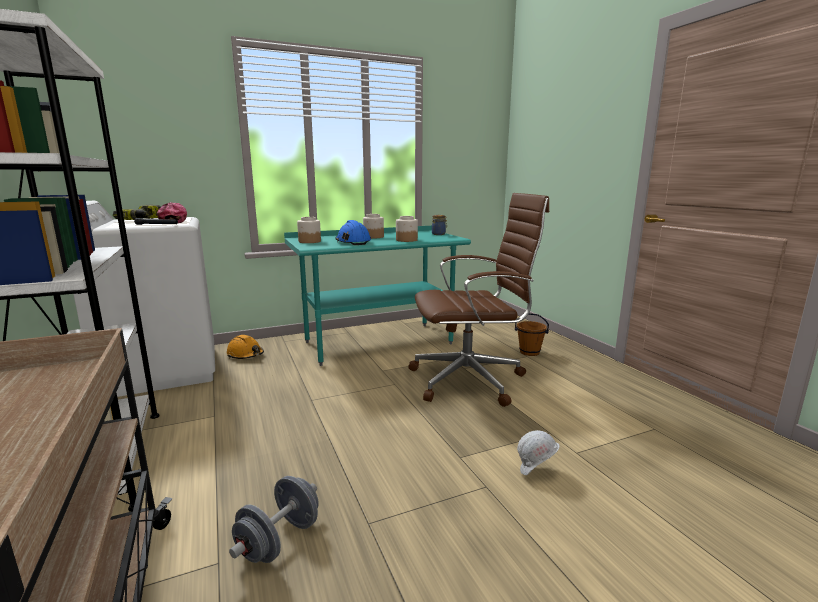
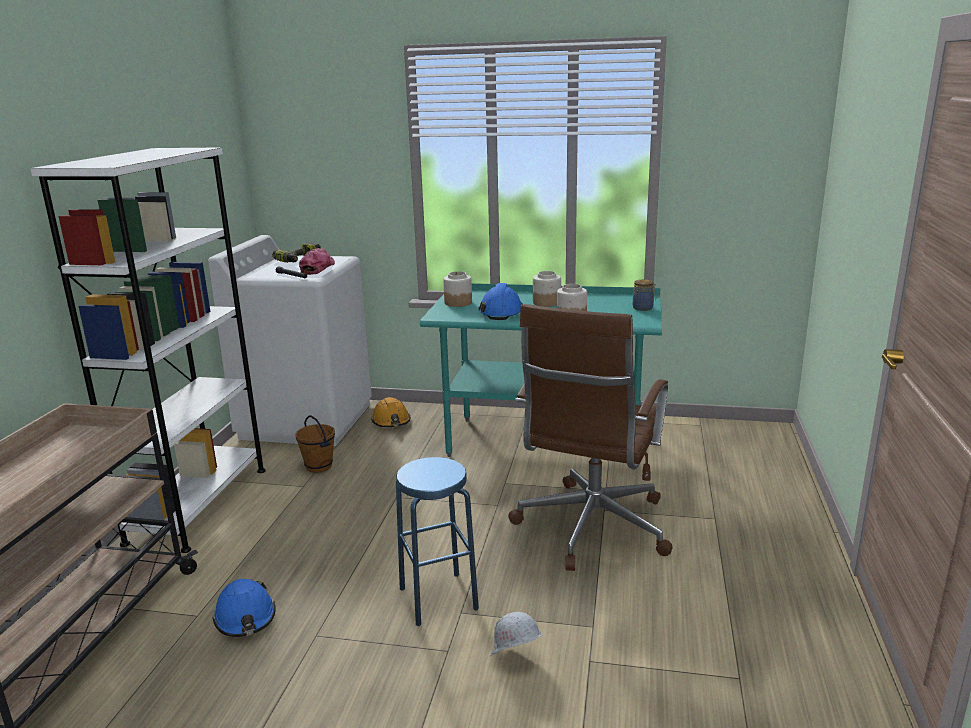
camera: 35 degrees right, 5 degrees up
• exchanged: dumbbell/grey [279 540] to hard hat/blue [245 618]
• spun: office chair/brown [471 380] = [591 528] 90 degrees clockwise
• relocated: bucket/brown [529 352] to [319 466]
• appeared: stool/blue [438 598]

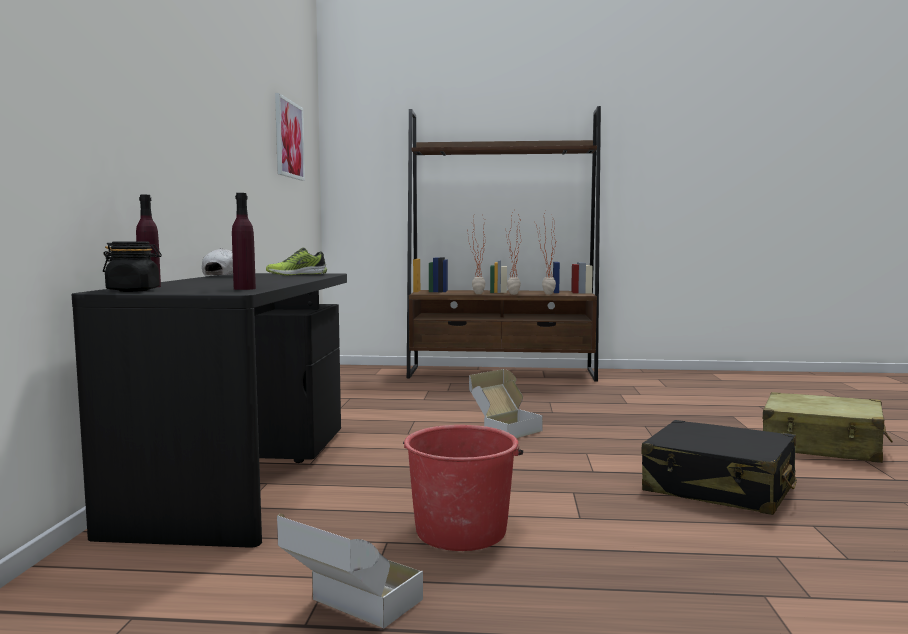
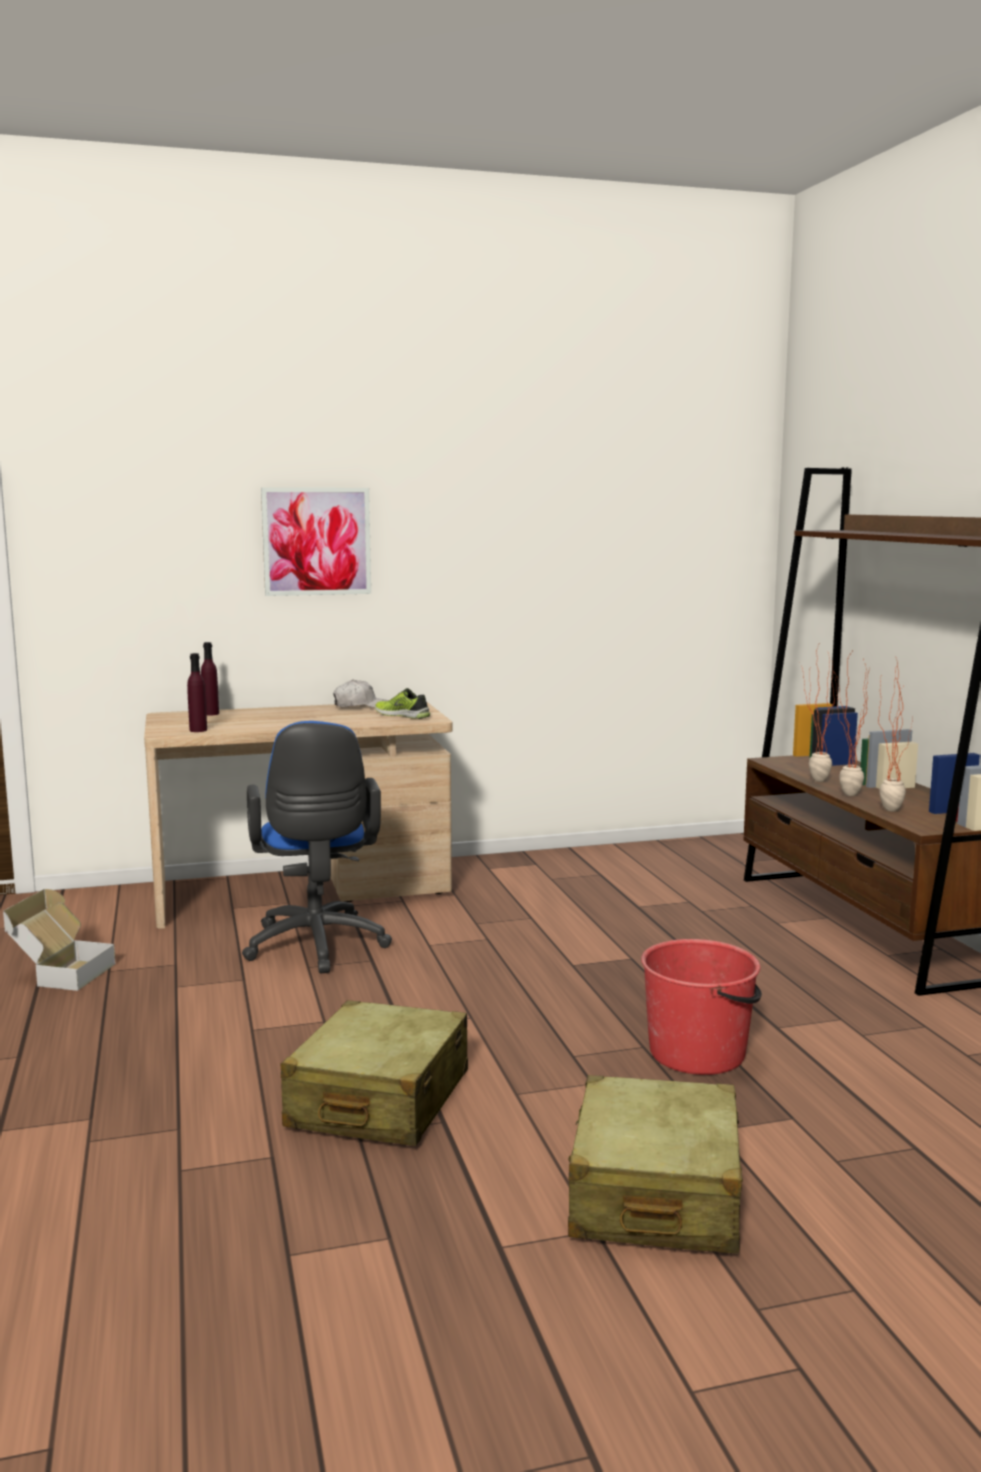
camera: 70 degrees right, 5 degrees up
• colour: desk/black [244 475] to desk/beige [302 892]
• missing: jar/black [134 290]
• relocated: picture [289 139] to [316 541]
• relocated: bucket/red [461 531] to [698 1053]
• missing: cardboard box [503 429]
• colour: suitcase/black [718 488] to suitcase/beige [379 1100]
• appeared: office chair/blue [316 948]

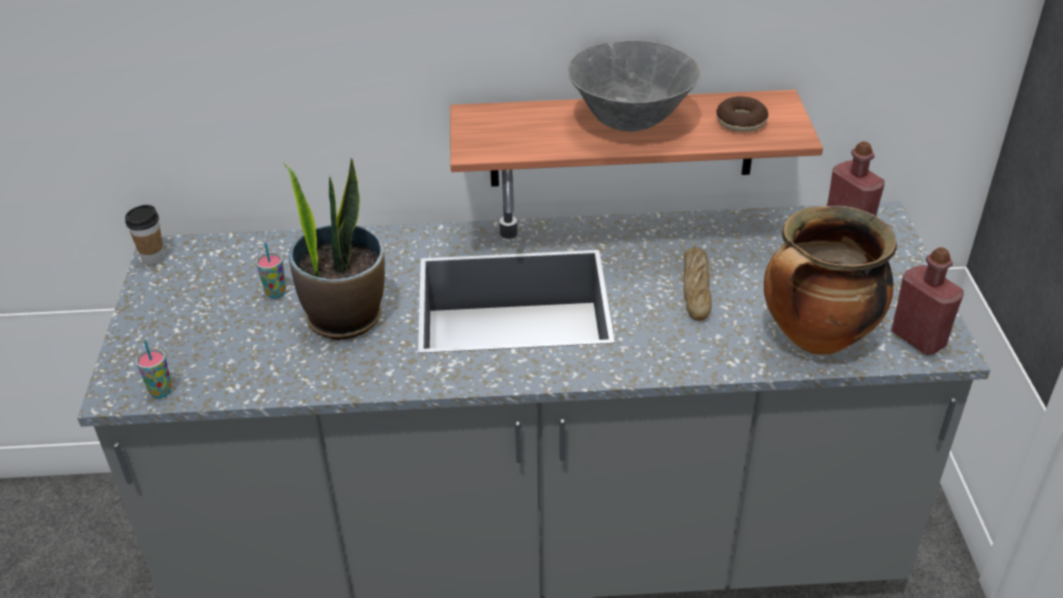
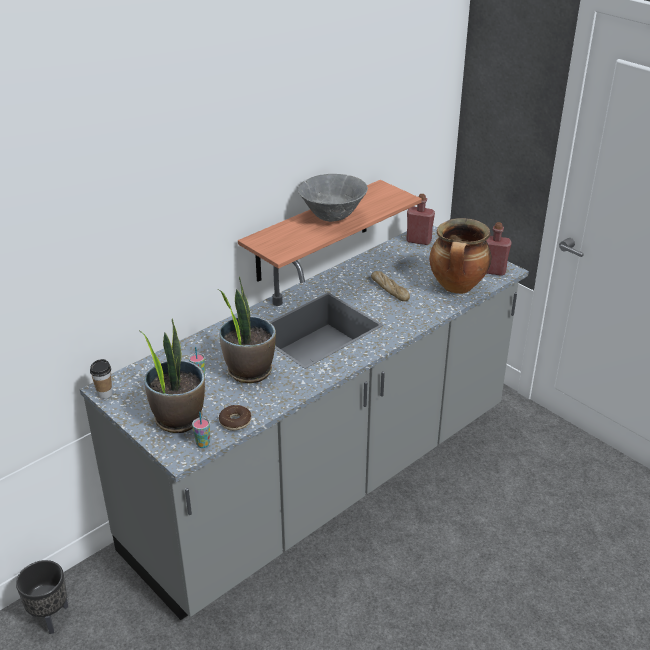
camera: 40 degrees left, 5 degrees down
• relocated: donut [741 122] to [235 422]
• appeared: planter/black [50 617]
• appeared: potted plant [178 418]

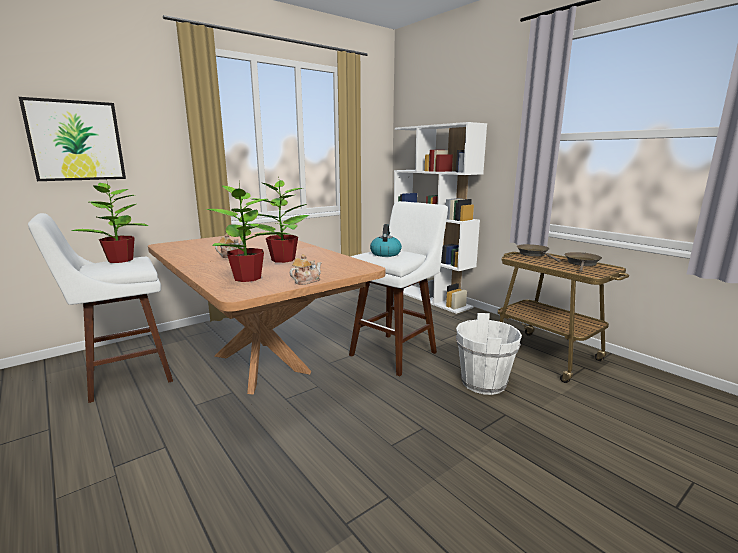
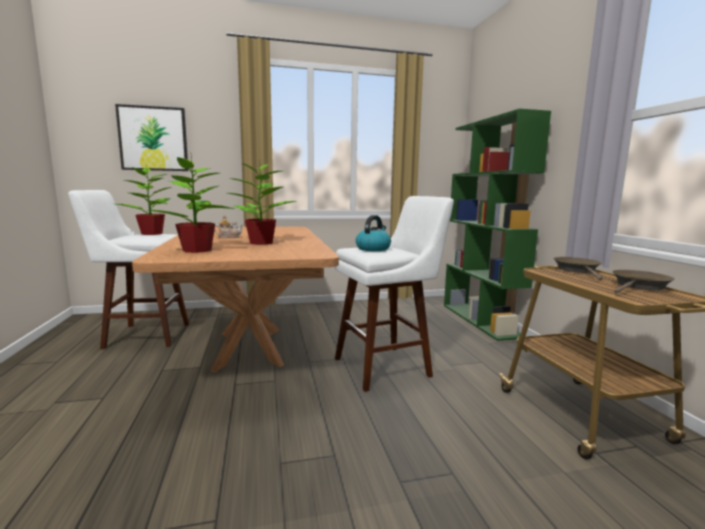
camera: 25 degrees right, 5 degrees down
• missing: teapot [306 281]
• colour: bookcase/white [430 298] to bookcase/green [481 320]
• missing: bucket/white [484 383]

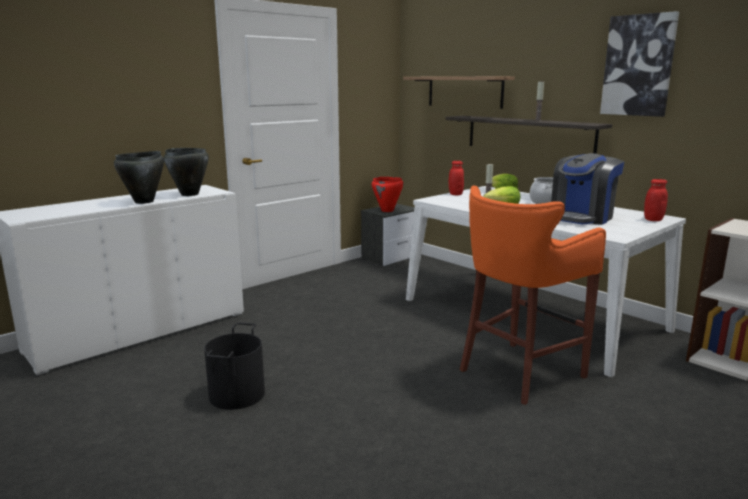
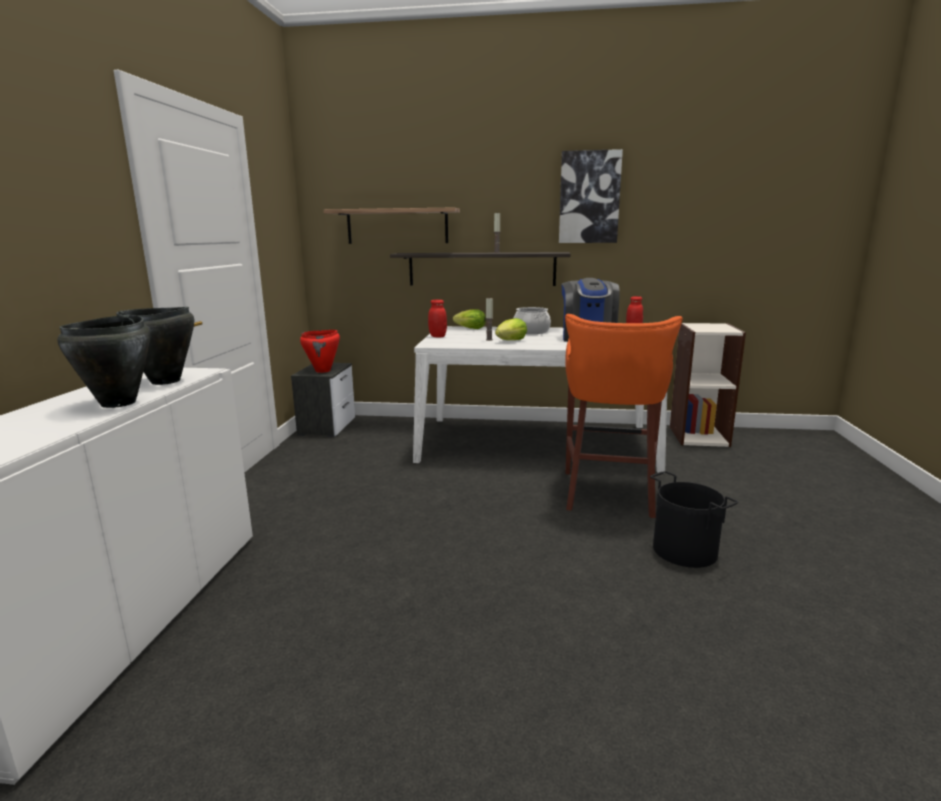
camera: 40 degrees left, 0 degrees up
• relocated: bucket/black [236 394] to [684 550]

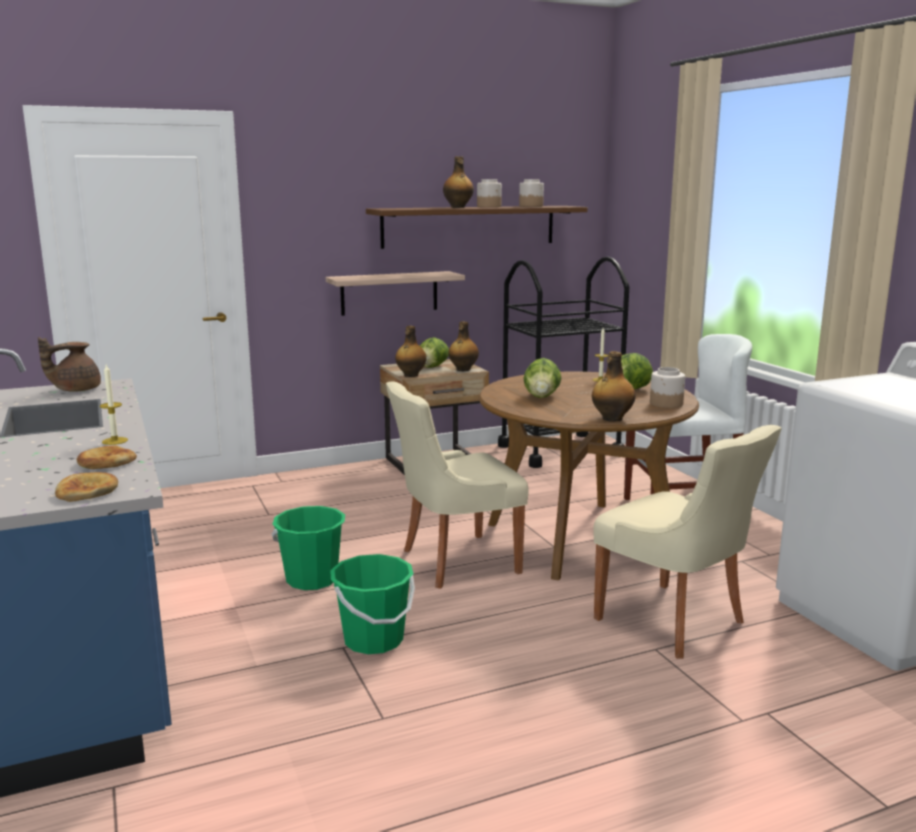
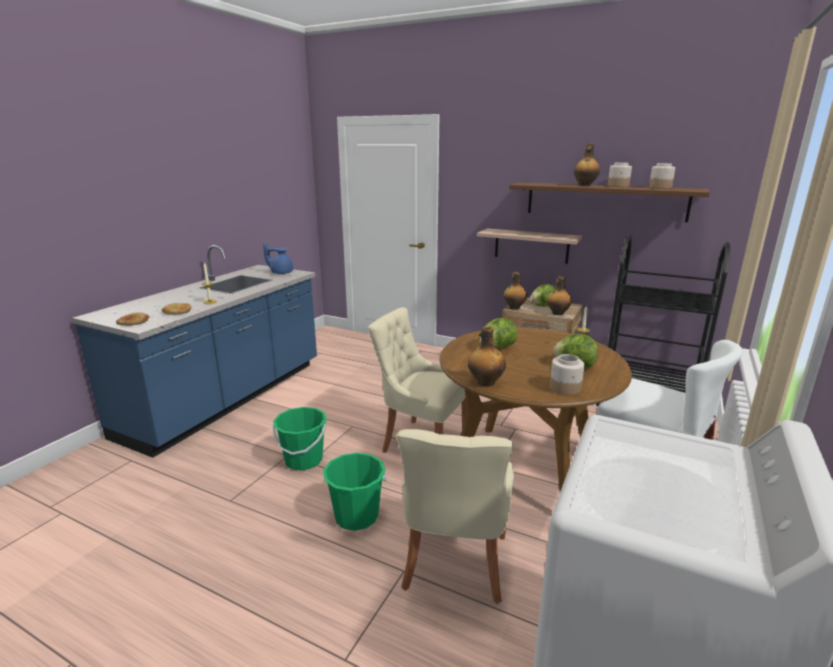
camera: 50 degrees right, 5 degrees up
• colour: teapot/brown [75 390] to teapot/blue [281 272]
• relocated: bucket/green [312 579] to [356 516]

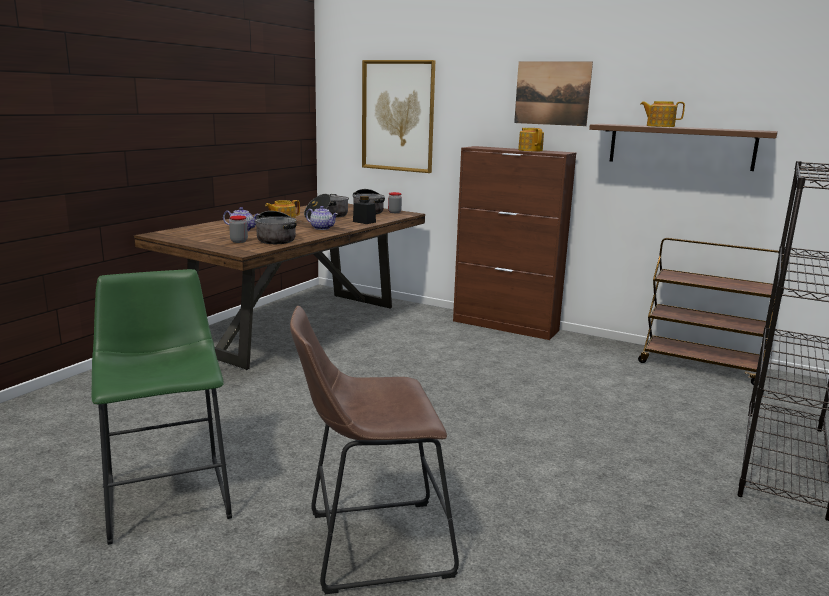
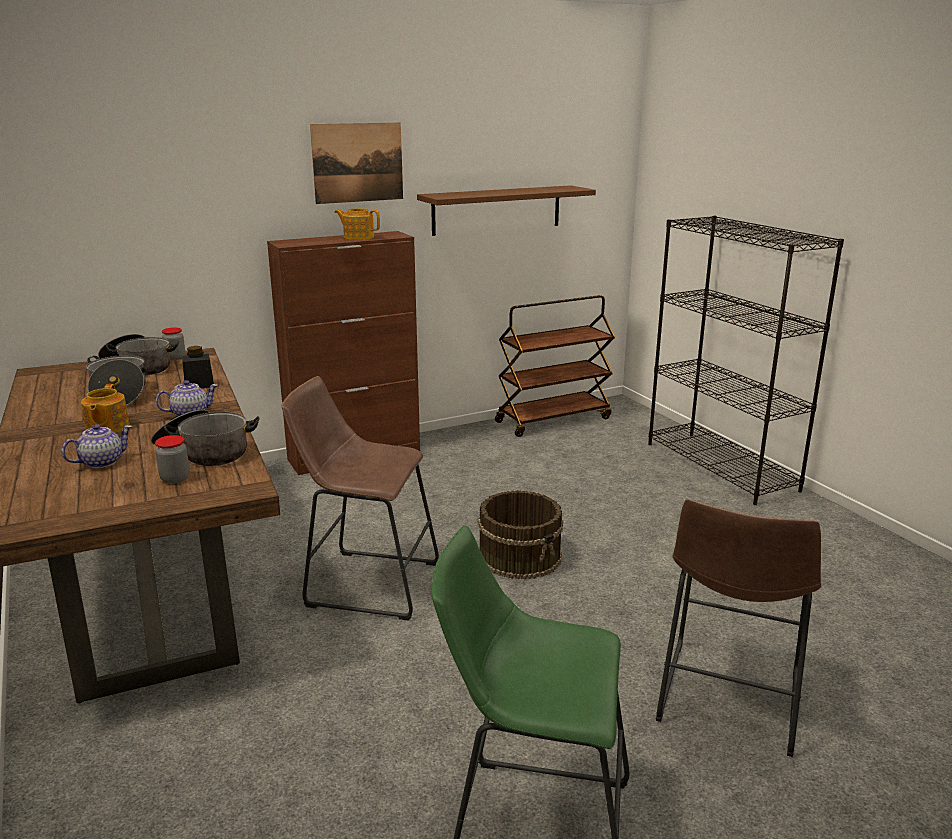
camera: 55 degrees left, 5 degrees up
• missing: picture [398 116]
• missing: teapot [659 126]
• appeared: stool/brown [366 582]
• appeared: bucket/brown [520 556]

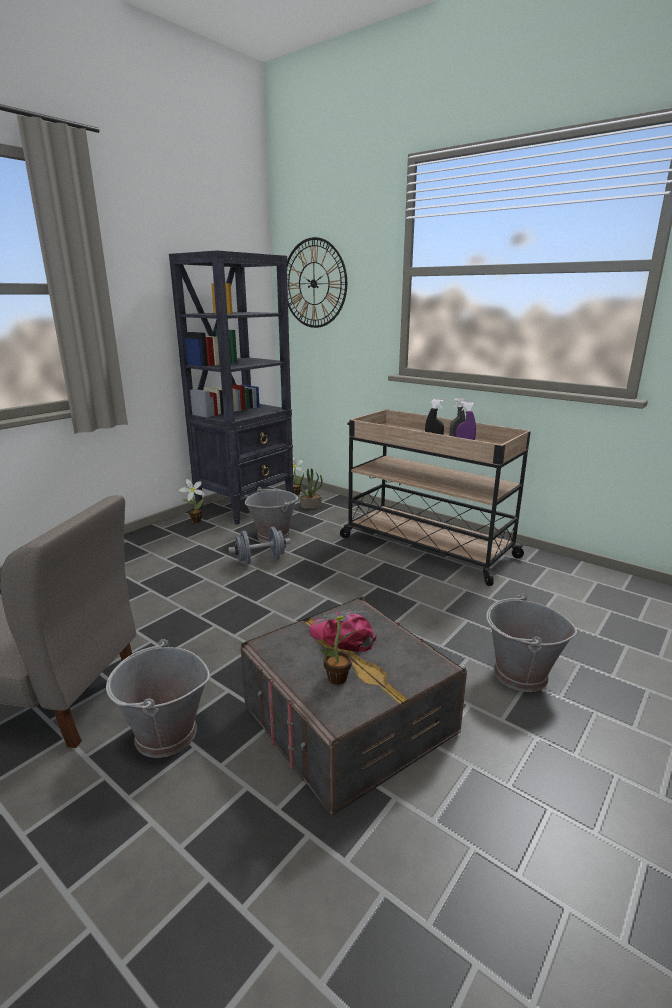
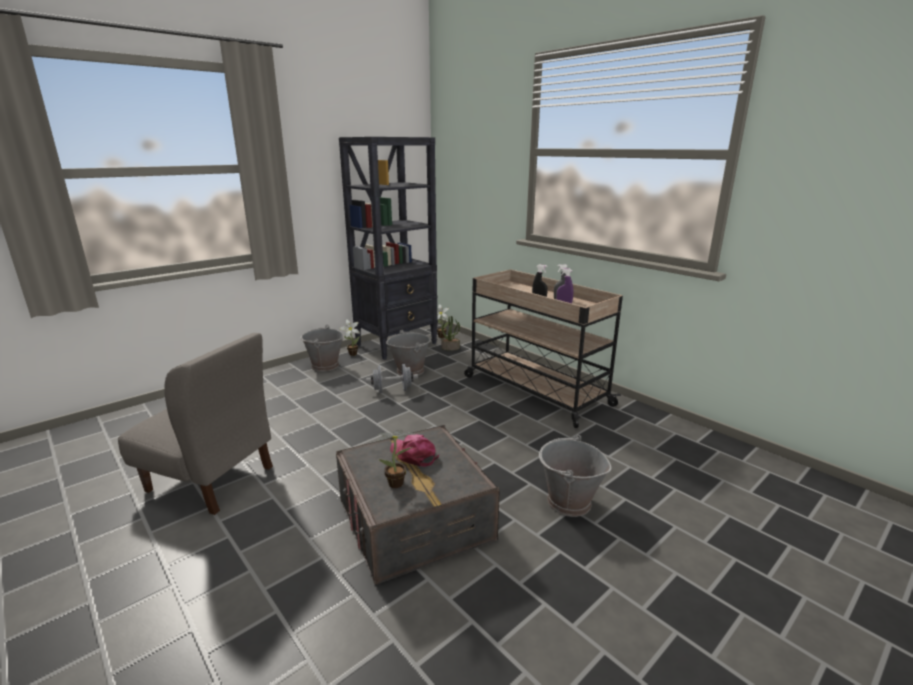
camera: 10 degrees right, 0 degrees up
• relocated: bucket/grey [165 735] to [325 366]
• missing: wall clock [314 283]

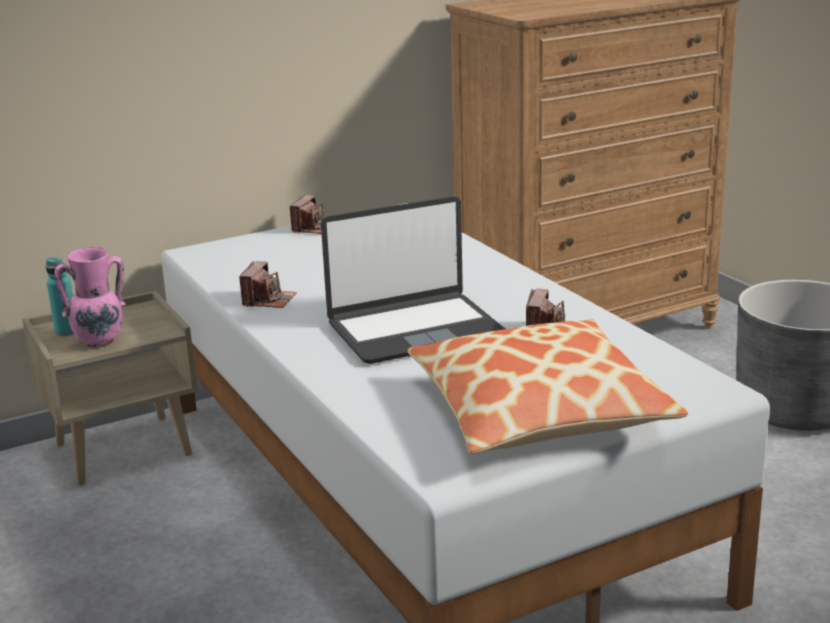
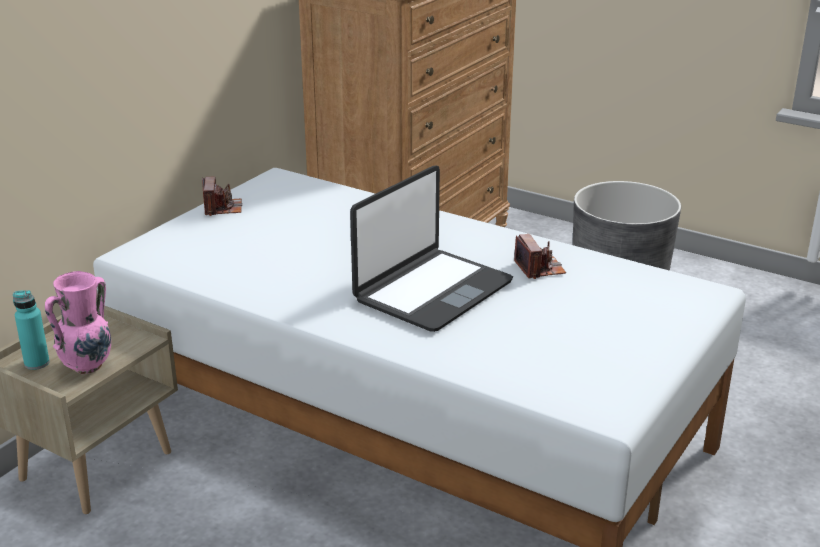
camera: 30 degrees left, 5 degrees up
• missing: photo camera [268 300]
• missing: pillow [537 410]

